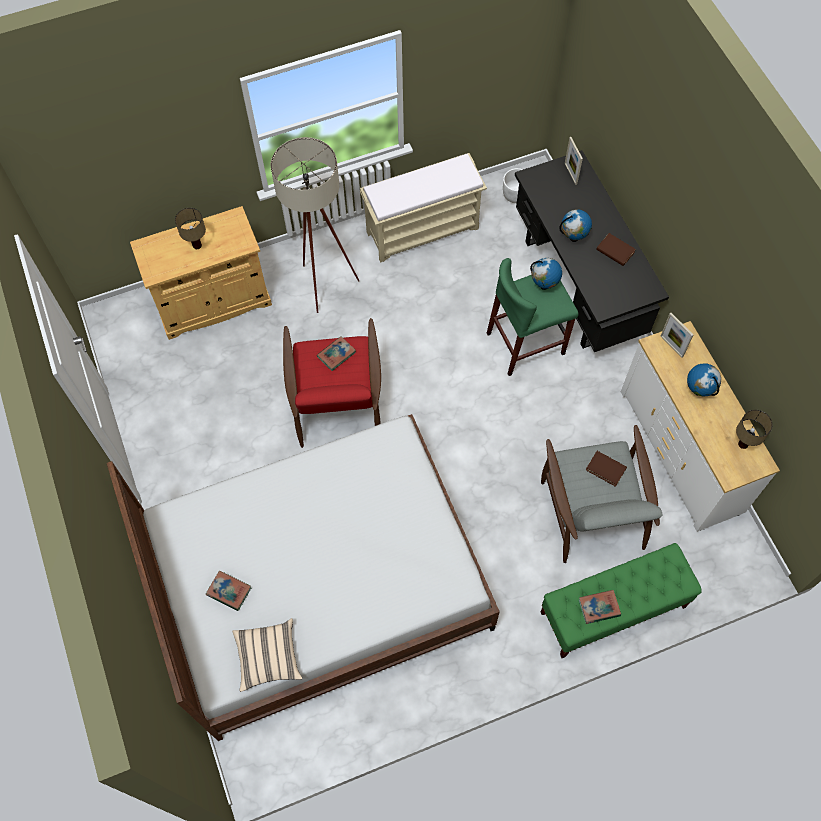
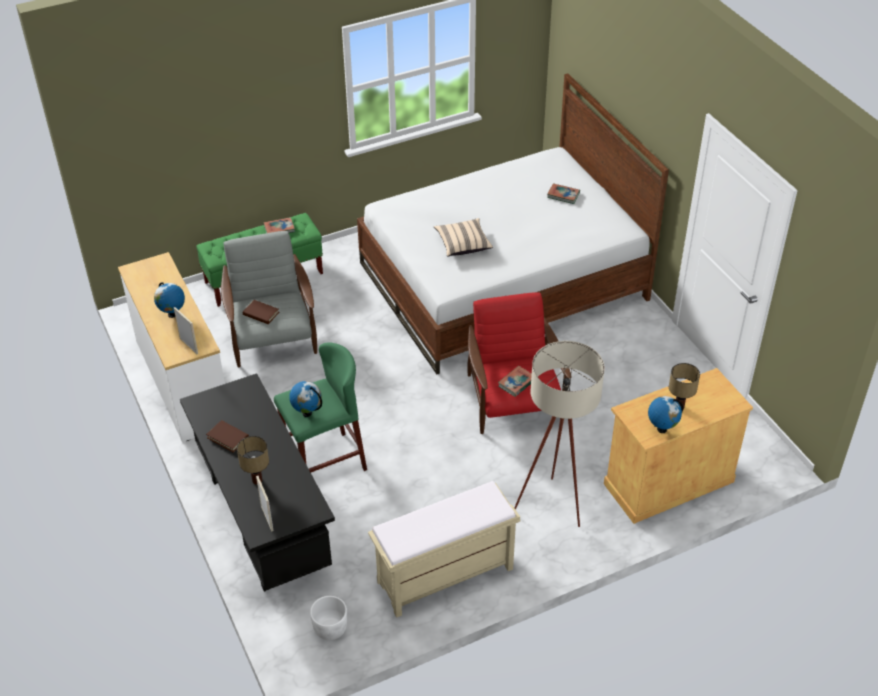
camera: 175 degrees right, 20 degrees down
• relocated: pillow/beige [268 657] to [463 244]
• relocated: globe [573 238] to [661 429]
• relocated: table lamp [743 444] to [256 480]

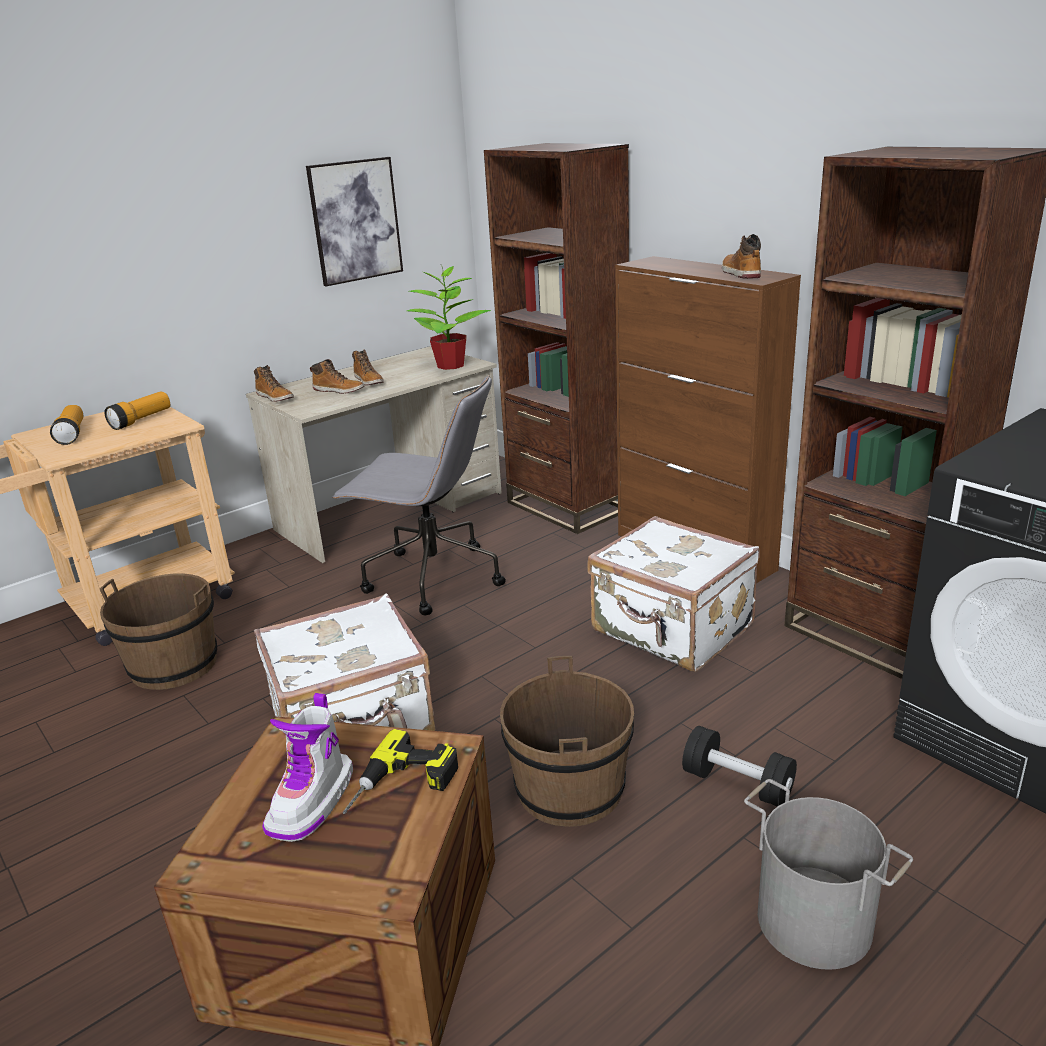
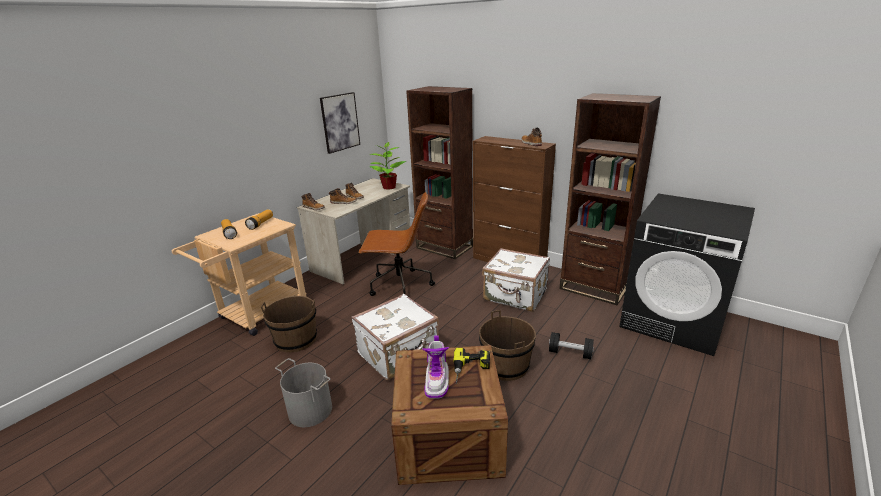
camera: 15 degrees left, 0 degrees up
• colour: office chair/grey [431 578] to office chair/brown [399 286]
• relocated: bucket/grey [815 919] to [311 409]

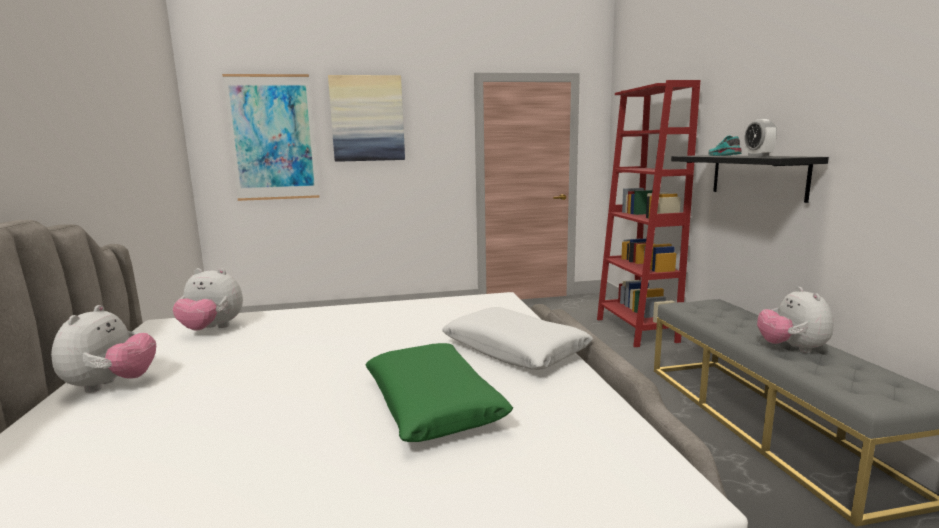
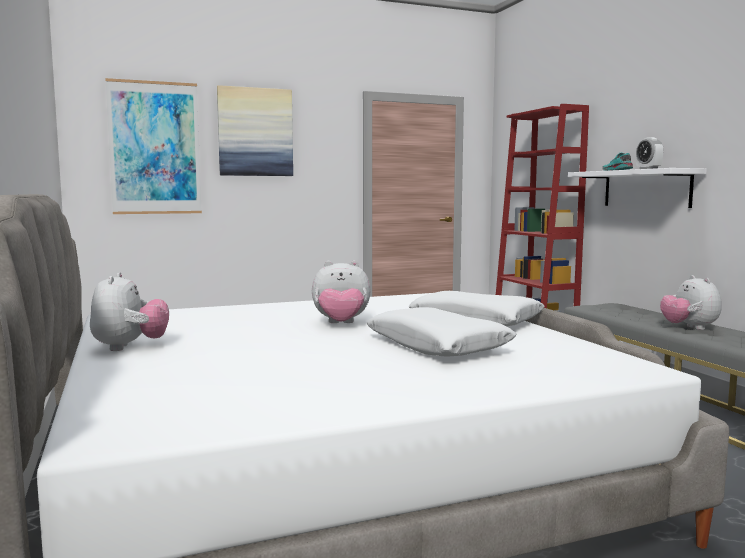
camera: 10 degrees left, 5 degrees down
• relocated: plush toy [212 329] to [341 324]
• colour: pillow/green [433 404] to pillow/white [437 346]
• colour: shelf/black [757 176] to shelf/white [646 188]

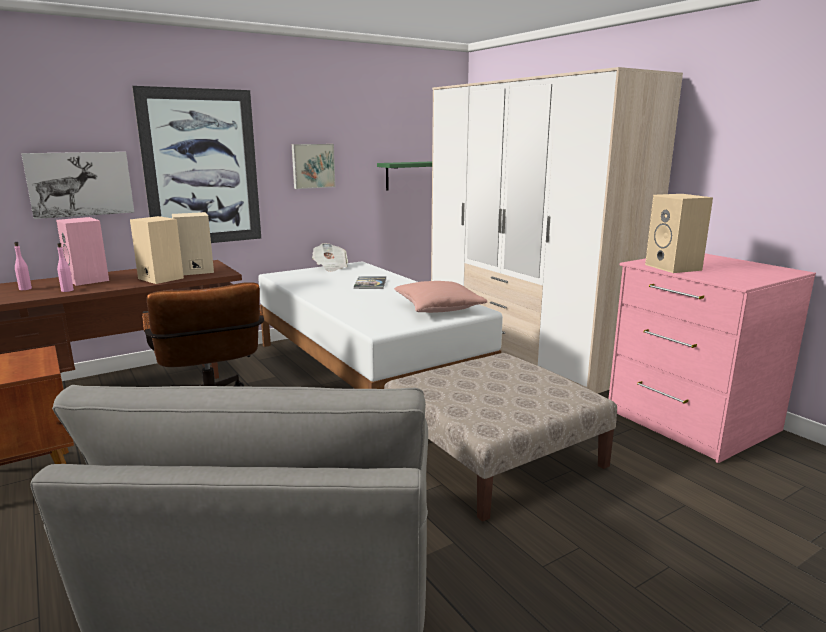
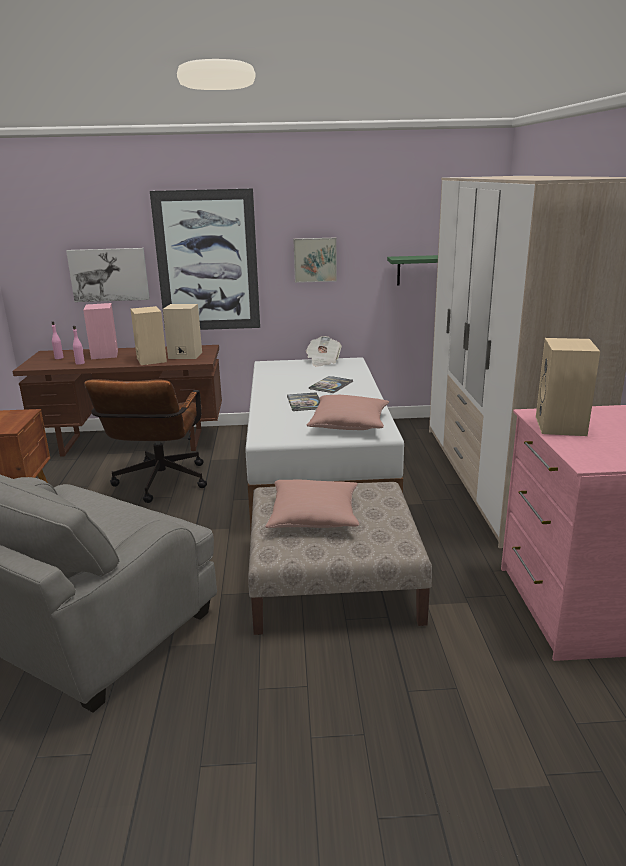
camera: 30 degrees right, 5 degrees up
• appeared: pillow/pink [314 517]
• appeared: book [304 402]

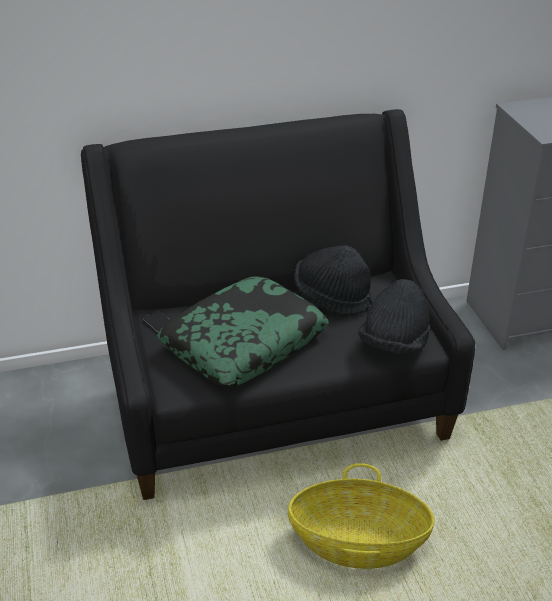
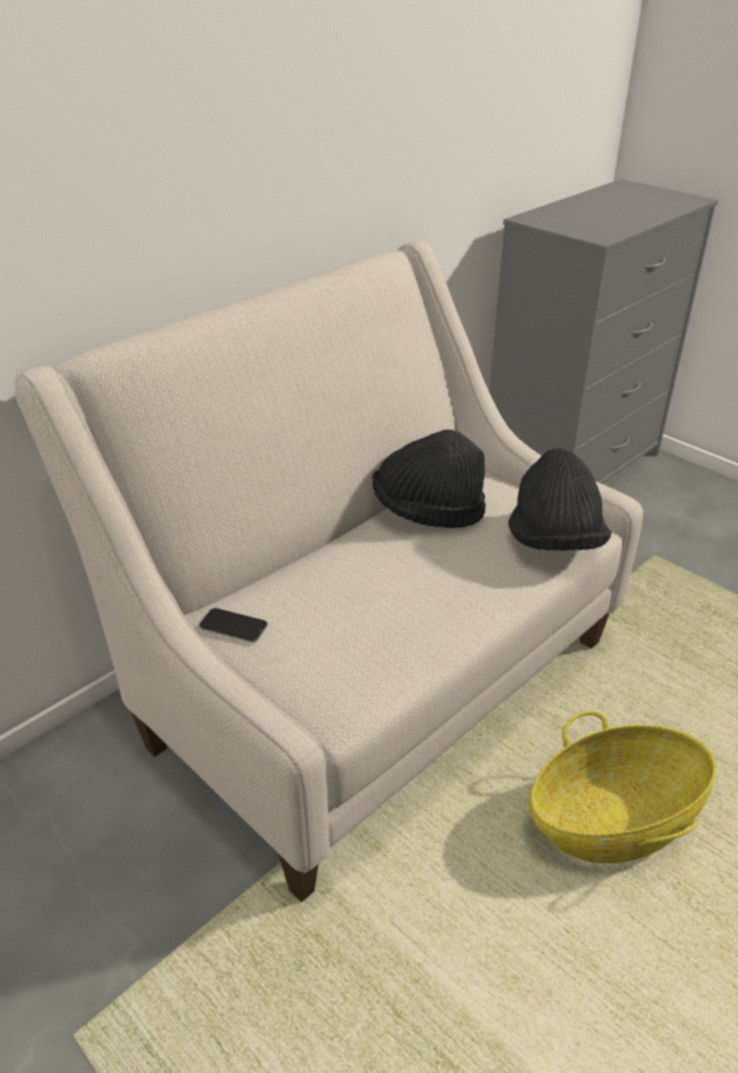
camera: 30 degrees left, 0 degrees up
• colour: sofa/black [275 401] to sofa/beige [367 679]
• missing: pillow [244 343]

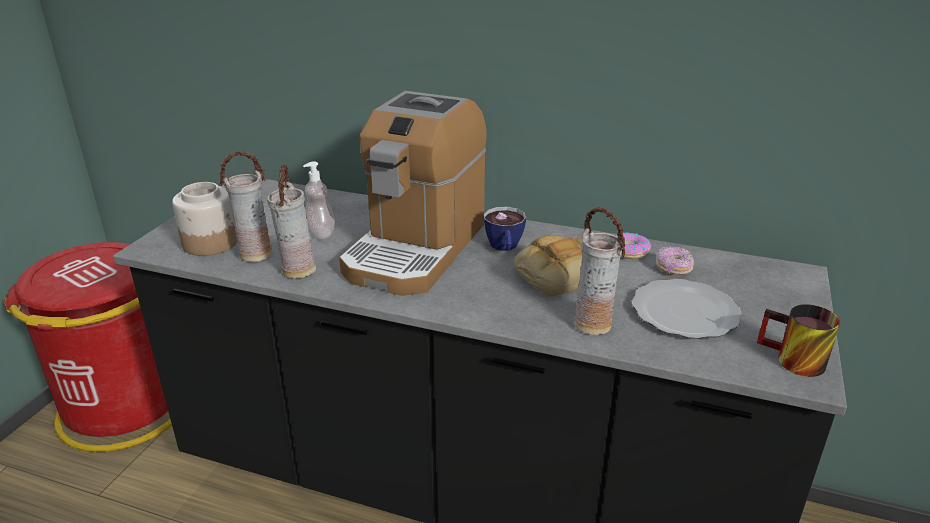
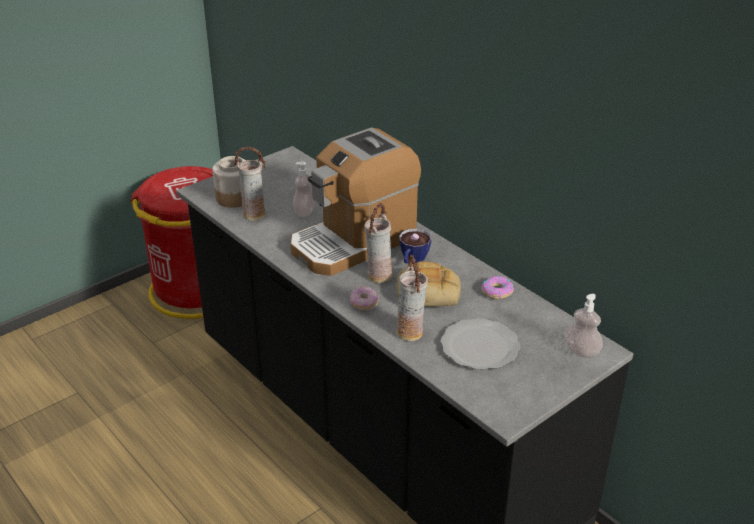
camera: 30 degrees right, 5 degrees up
• relocated: vase [297 270] to [378 276]
• relocated: donut [673 268] to [364 304]
• missing: mug [791 361]
• appeared: soap dispenser [581 351]

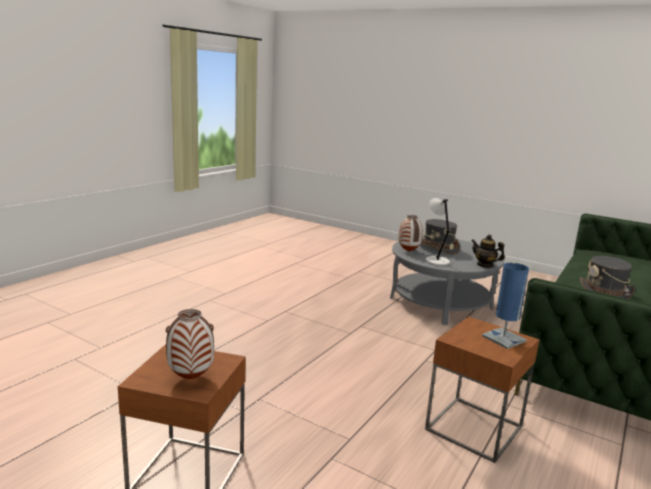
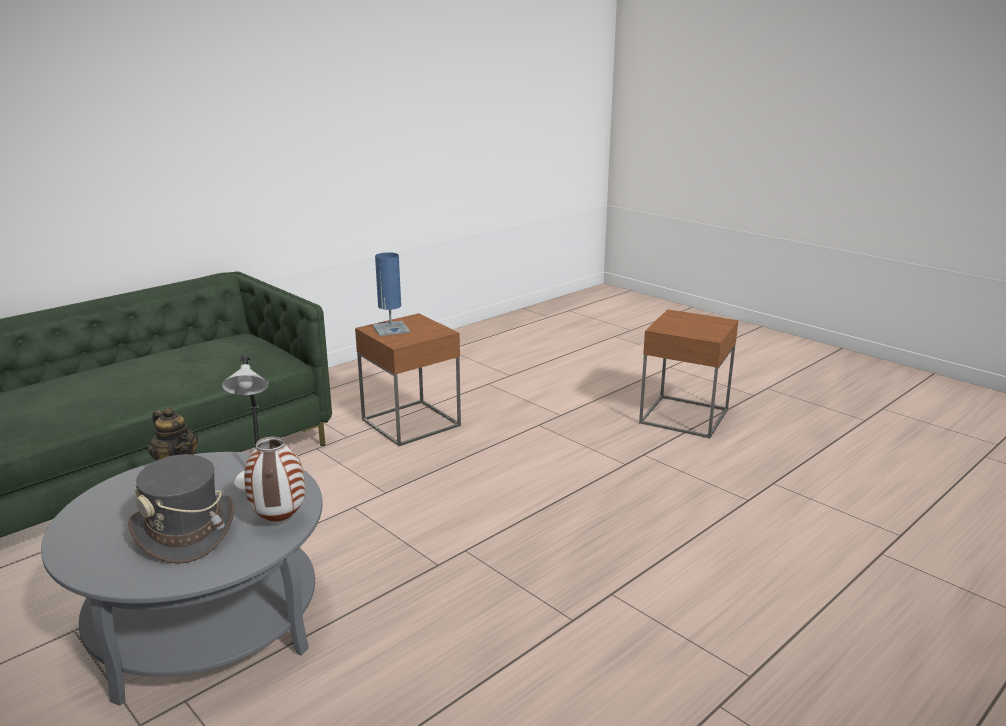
camera: 165 degrees left, 5 degrees up
• missing: vase [191 378]
• missing: hat/grey [604 293]

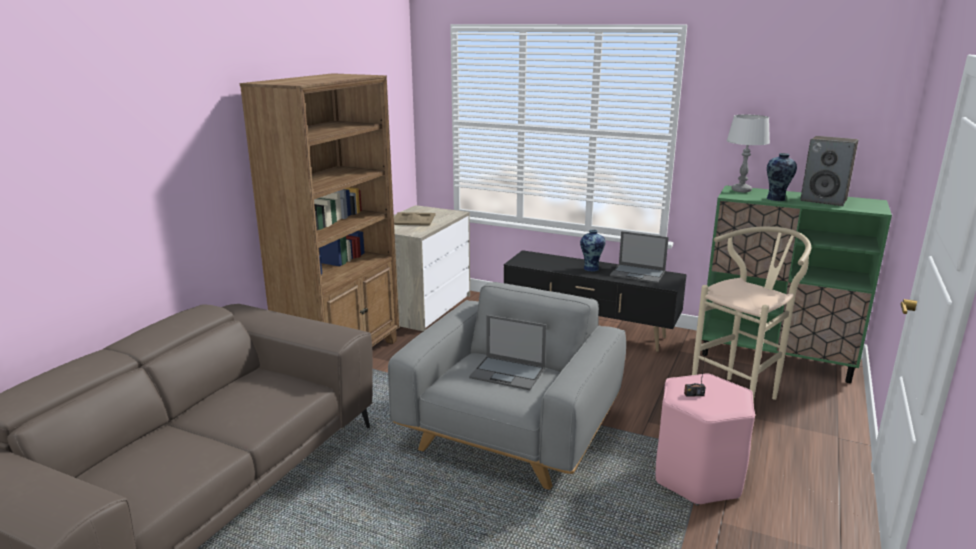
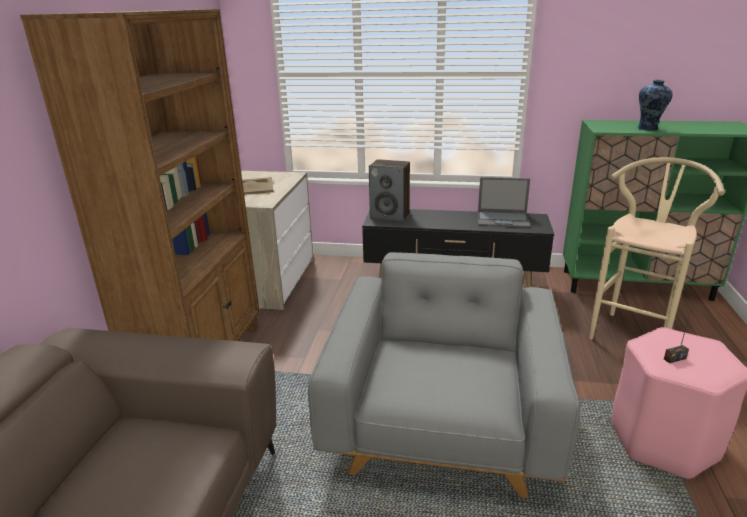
camera: 15 degrees left, 5 degrees up
• missing: laptop [508 373]
• missing: vase [591 268]
• missing: table lamp/grey [741 190]
• relocated: speaker [824 200] to [390 216]

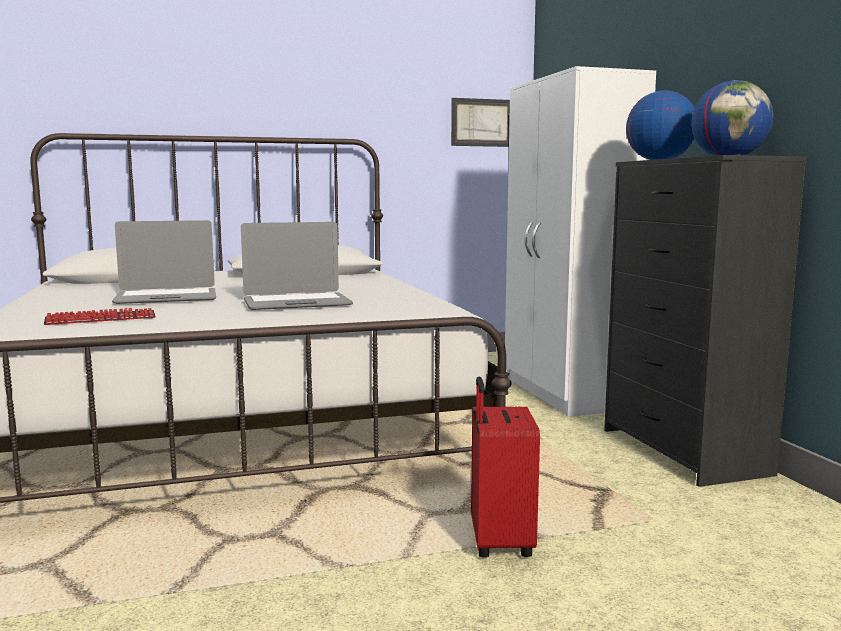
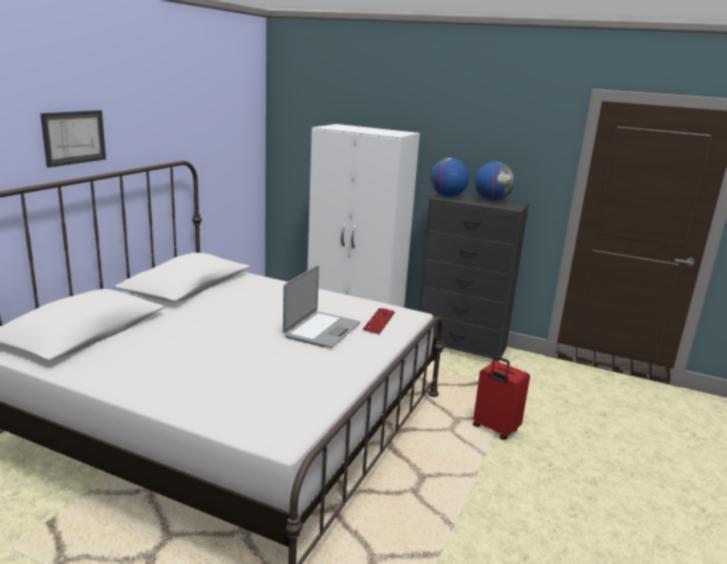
camera: 50 degrees left, 10 degrees up
• relocated: keyboard [101 319] to [379 322]
• missing: laptop [166 298]
• relocated: picture [481 122] to [74 137]

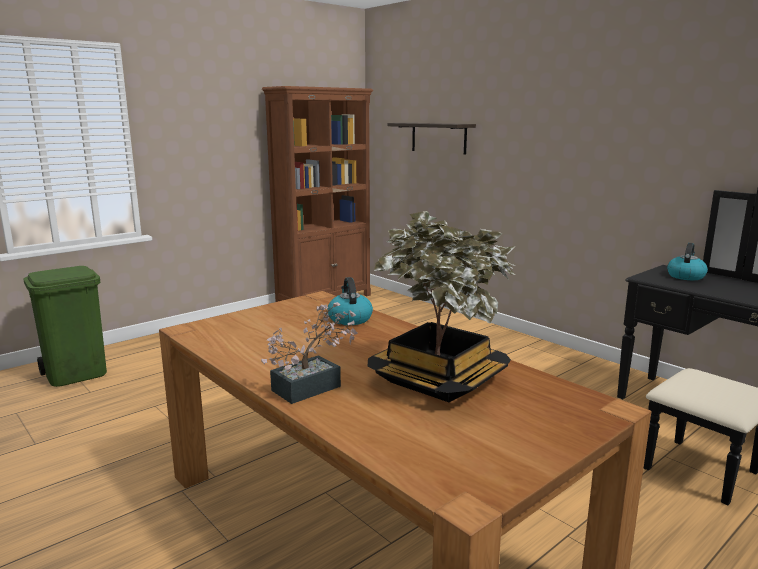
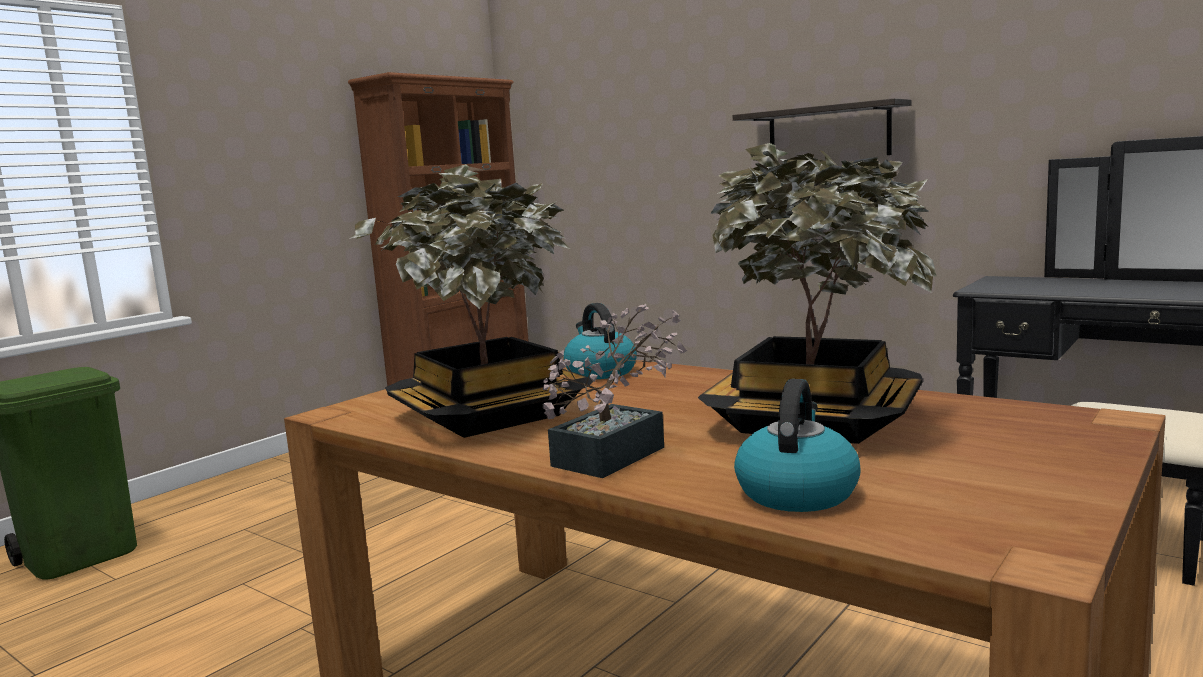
camera: 10 degrees left, 5 degrees down
• relocated: shelf [438 138] to [828 133]
• relocated: kettle [685 276] to [796 492]
• appeared: potted plant [489 415]

